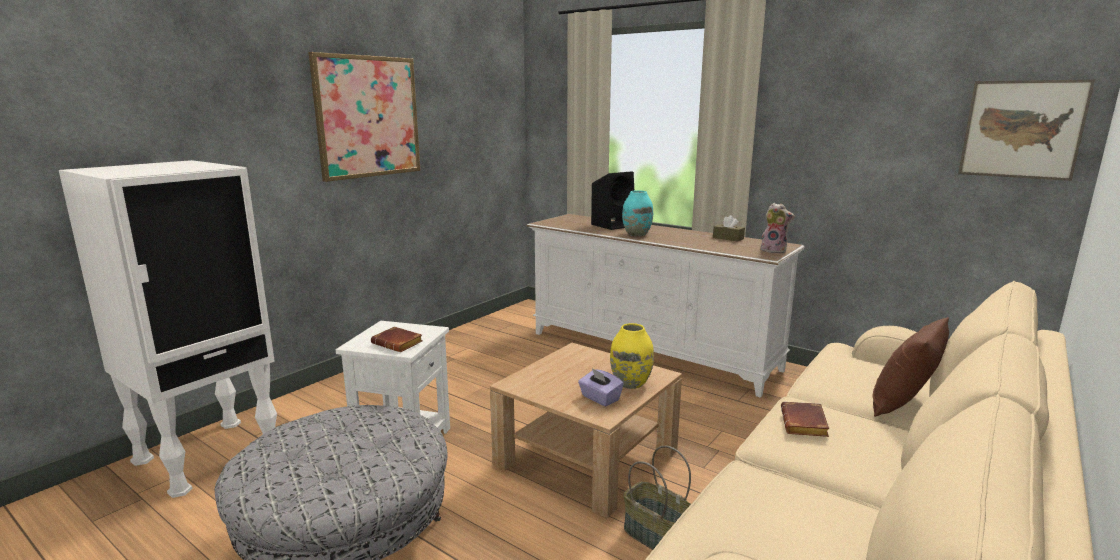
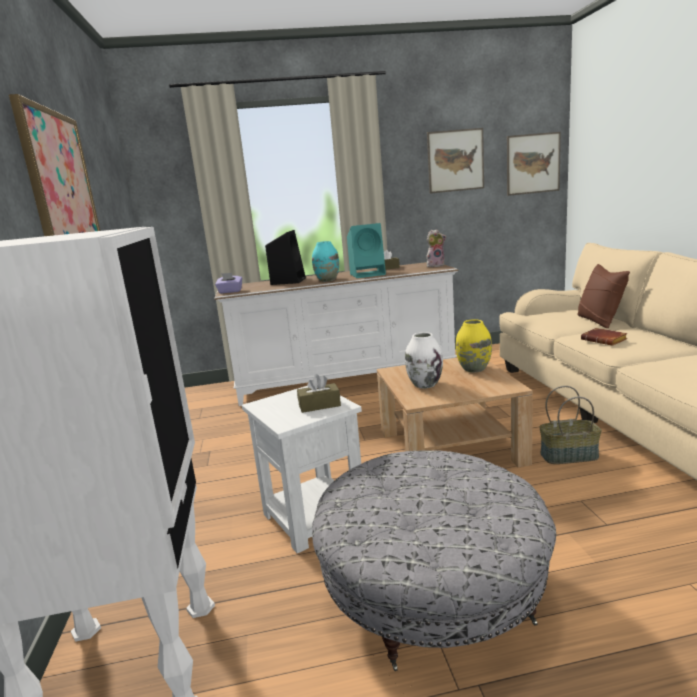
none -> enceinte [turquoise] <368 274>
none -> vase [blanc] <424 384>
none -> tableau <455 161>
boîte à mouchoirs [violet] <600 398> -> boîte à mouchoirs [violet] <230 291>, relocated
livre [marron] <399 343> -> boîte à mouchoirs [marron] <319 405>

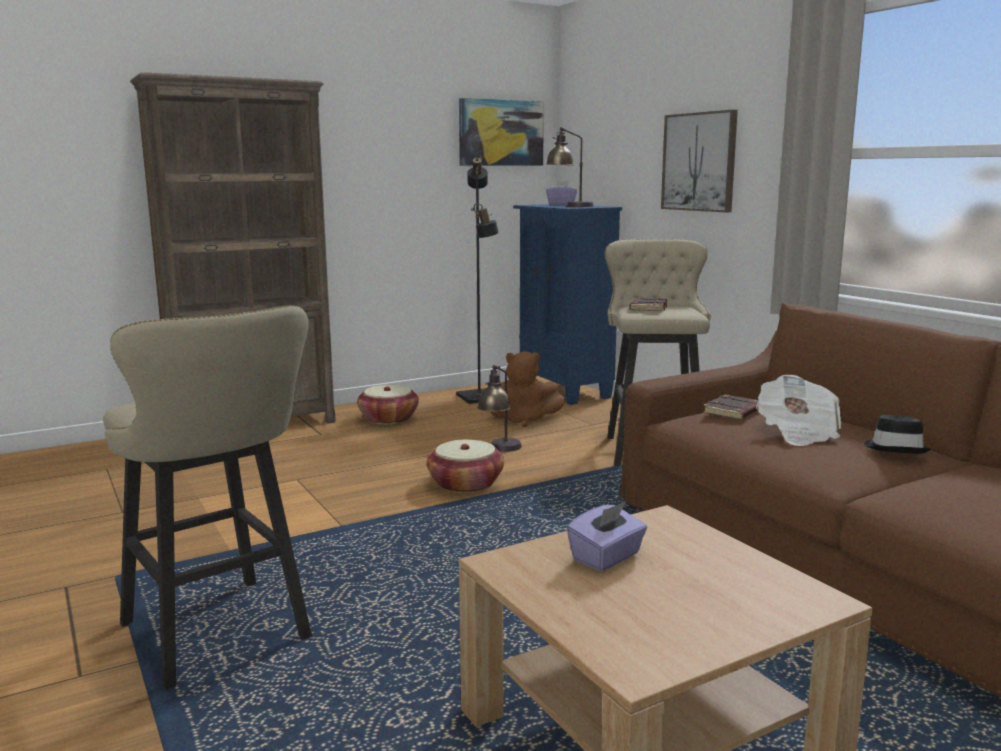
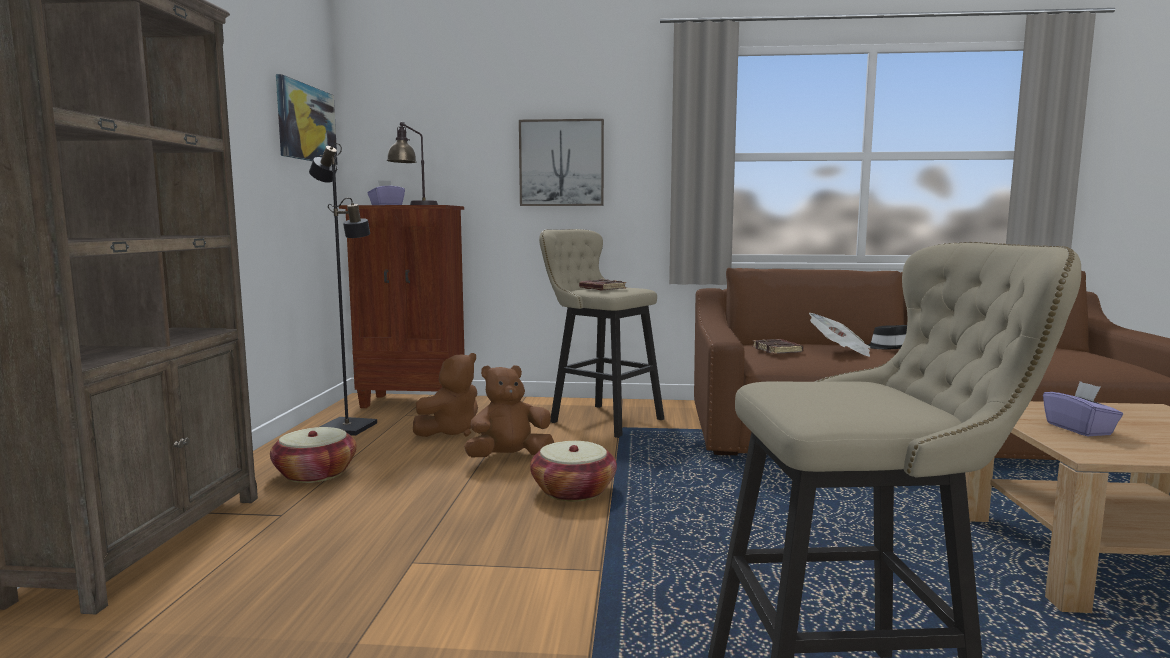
lampe de table <500 450> -> peluche [marron] <509 458>
meuble de rangement [bleu] <564 392> -> meuble de rangement [marron] <412 403>

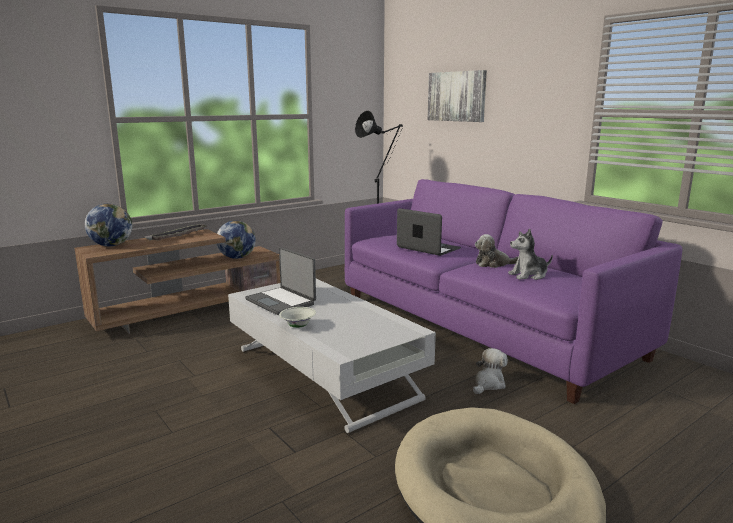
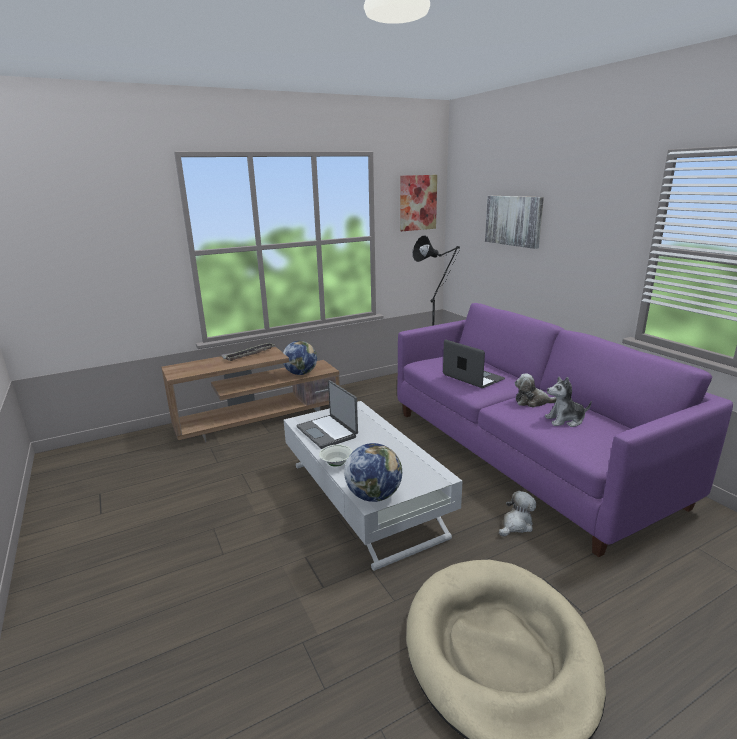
none -> tableau <417 203>
globe <111 245> -> globe <374 495>, relocated

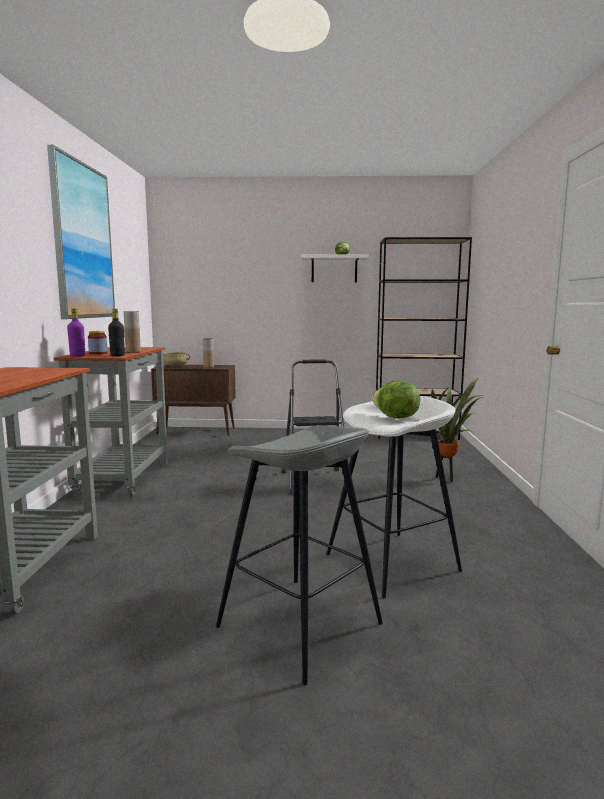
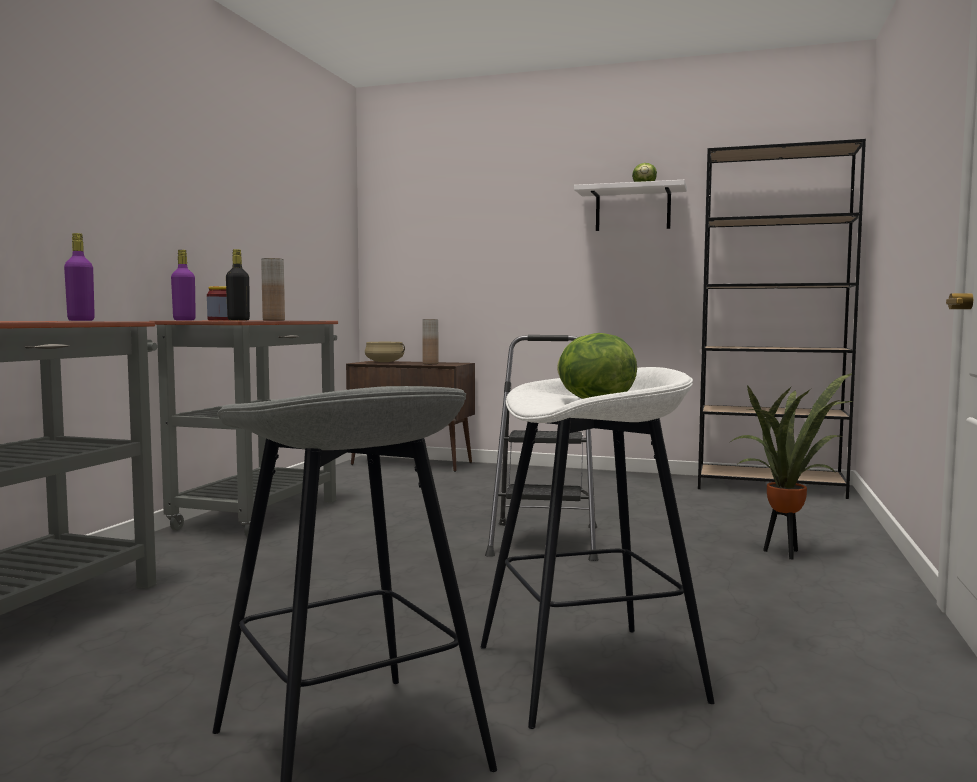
tableau <83 242> -> none
none -> bouteille [violet] <81 320>

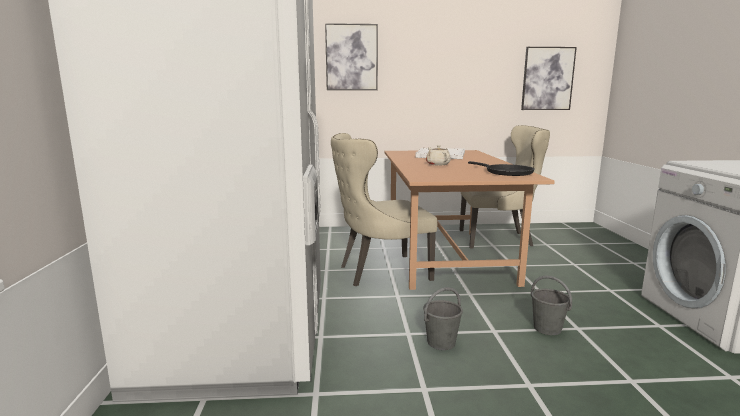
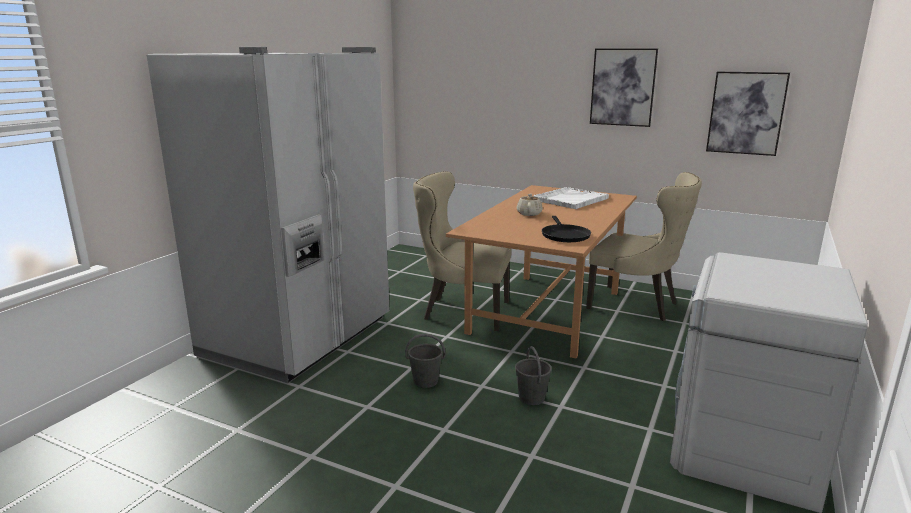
tableau <351 57> -> tableau <623 87>, relocated

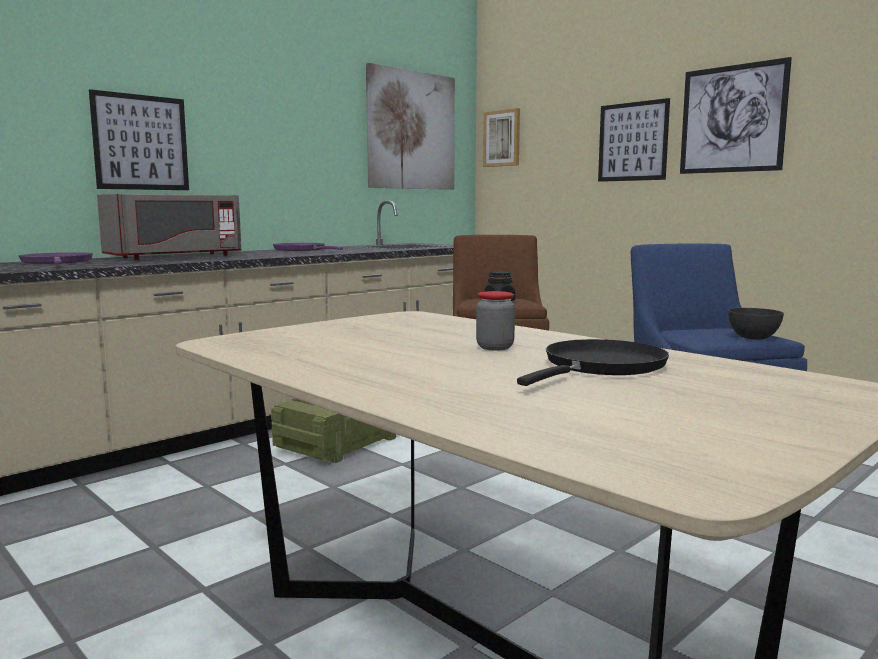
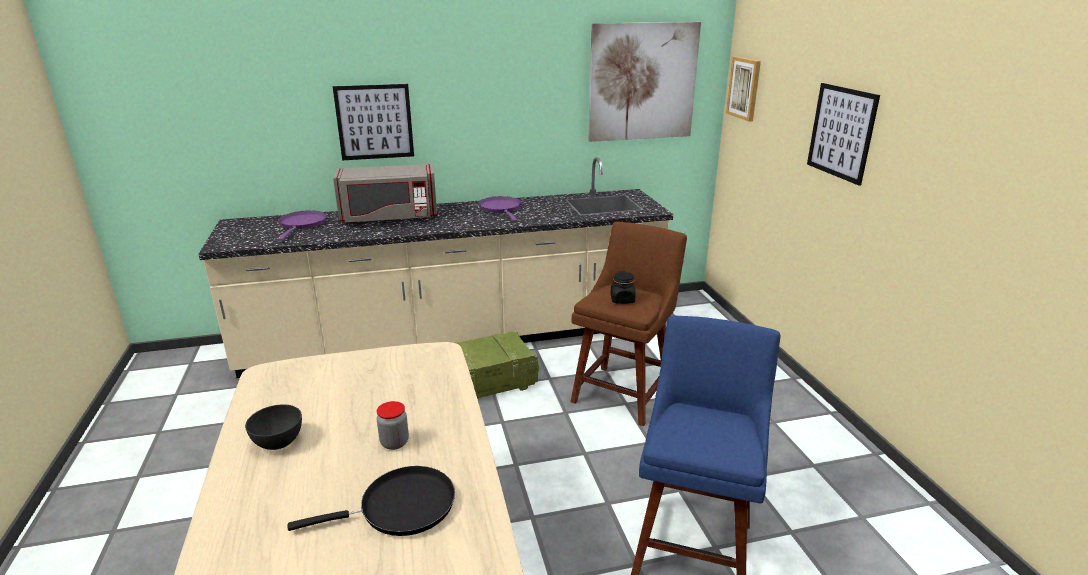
tableau <732 119> -> none
bol [gris] <753 338> -> bol [gris] <279 442>, relocated

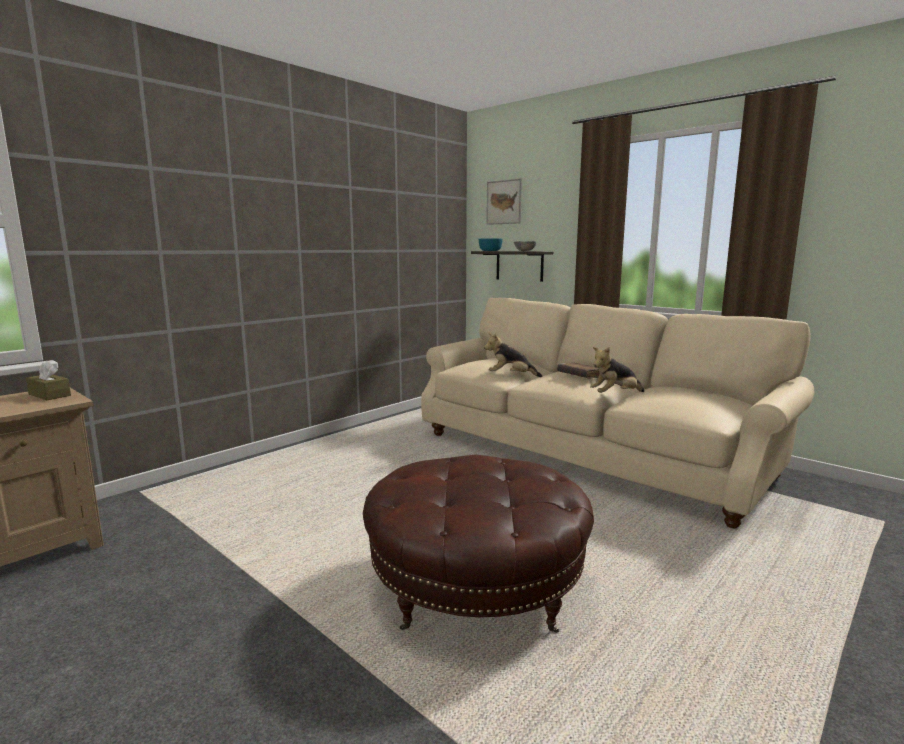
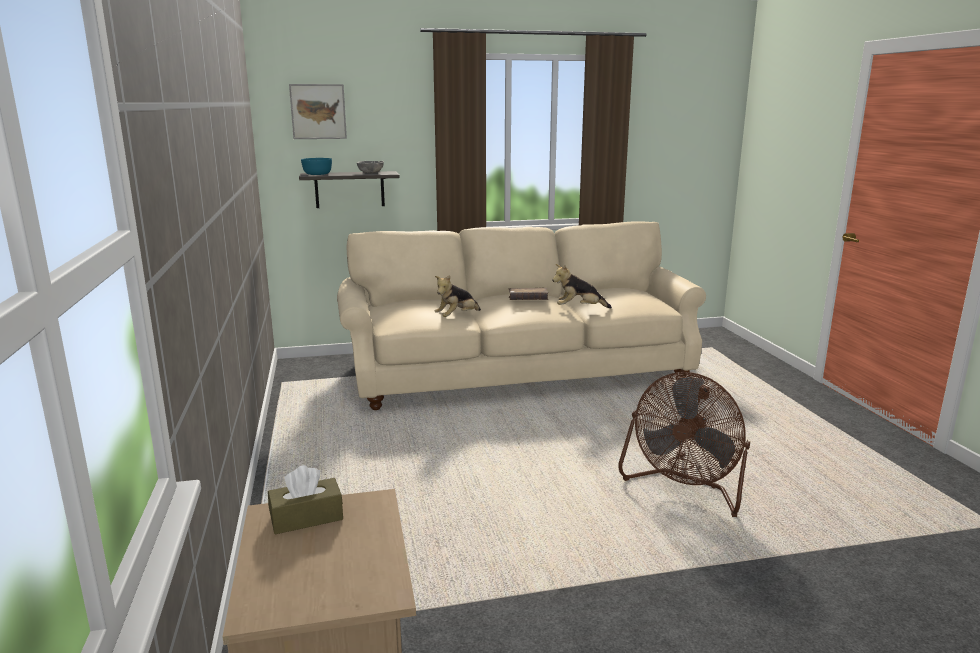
pouf [marron] <476 586> -> ventilateur [marron] <682 486>
peluche <615 395> -> peluche <579 308>, 75 degrees clockwise

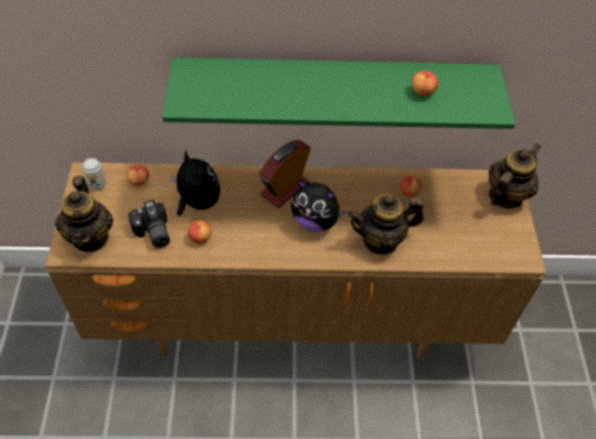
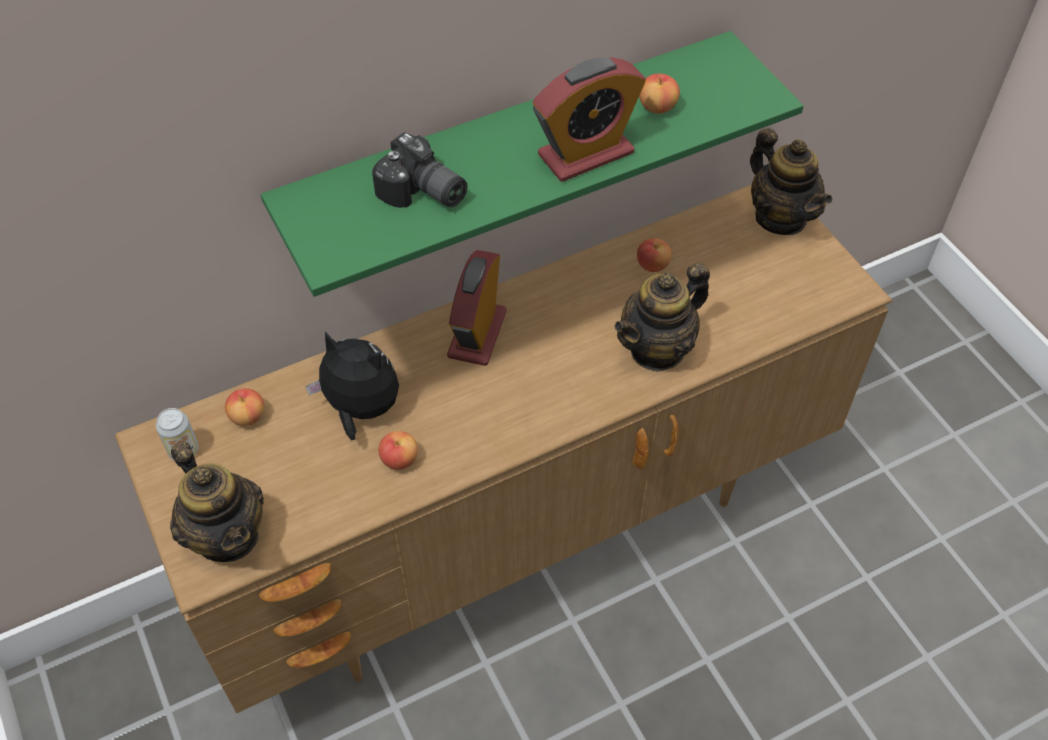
peluche <315 221> -> none
none -> réveil <586 154>
appareil photo <152 233> -> appareil photo <422 194>, relocated
théière <505 196> -> théière <780 217>, 135 degrees clockwise

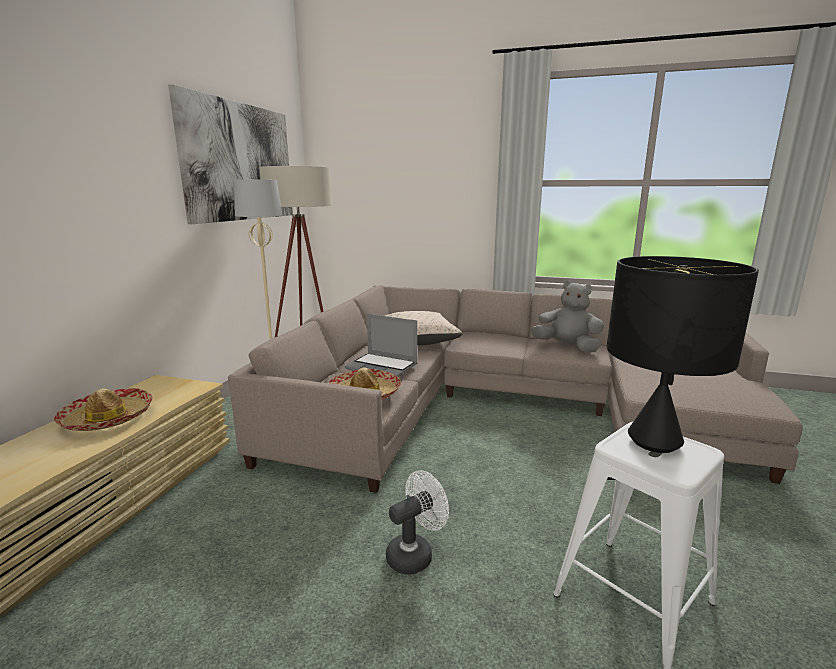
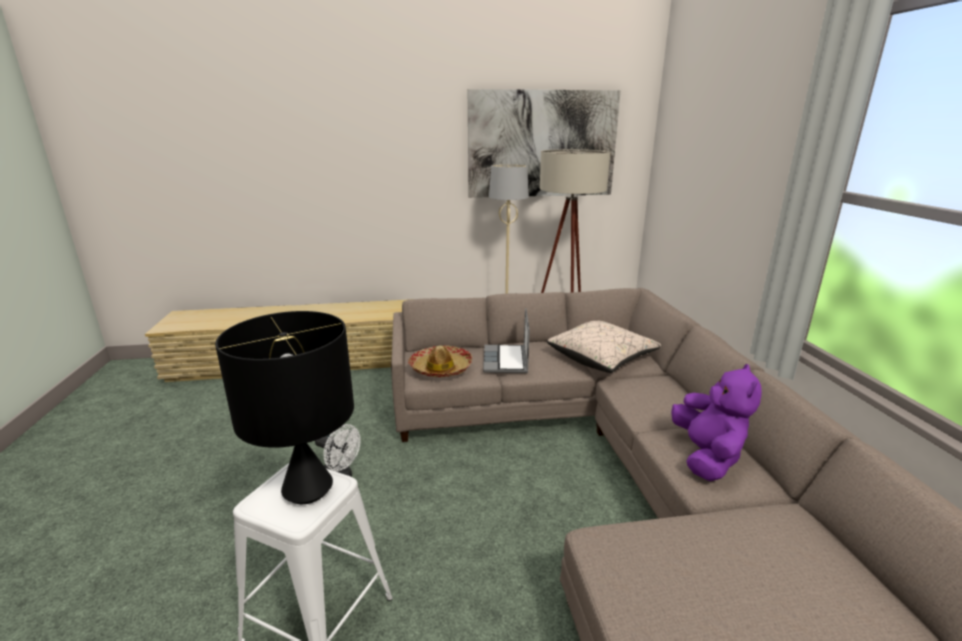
chapeau <108 418> -> none
peluche [gris] <567 347> -> peluche [violet] <706 457>

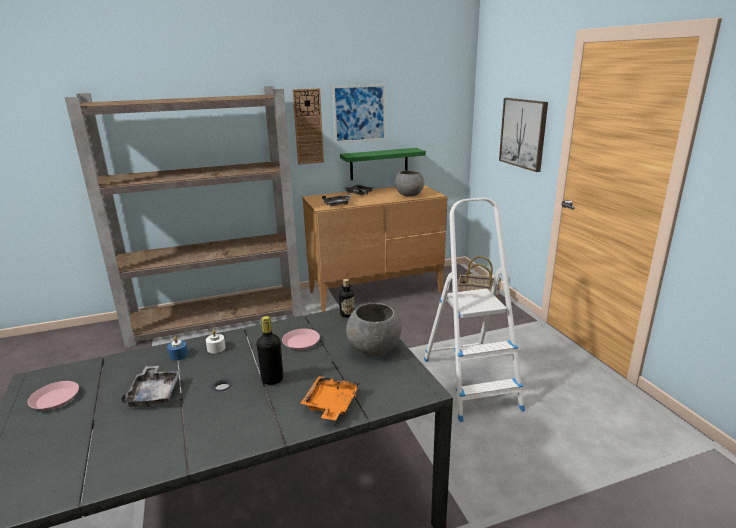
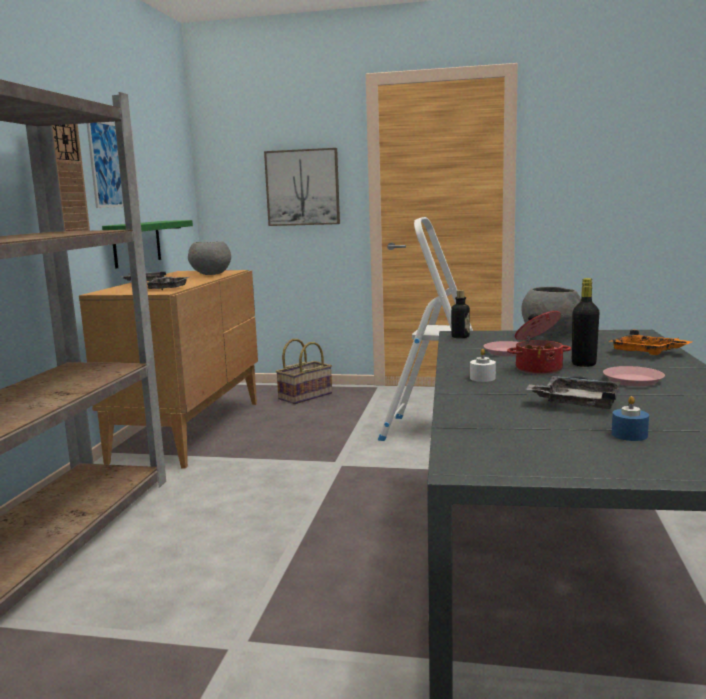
none -> marmite <538 369>
assiette [rose] <55 399> -> assiette [rose] <633 380>, relocated
bougie [bleu] <178 355> -> bougie [bleu] <629 435>, relocated

